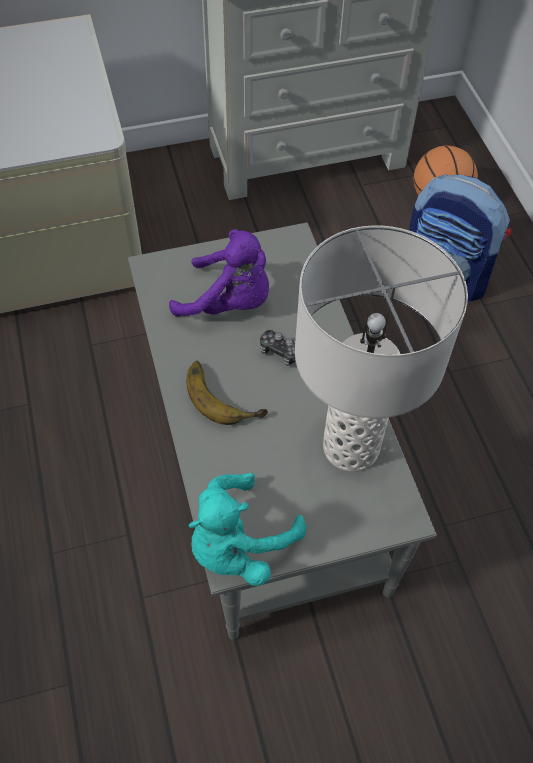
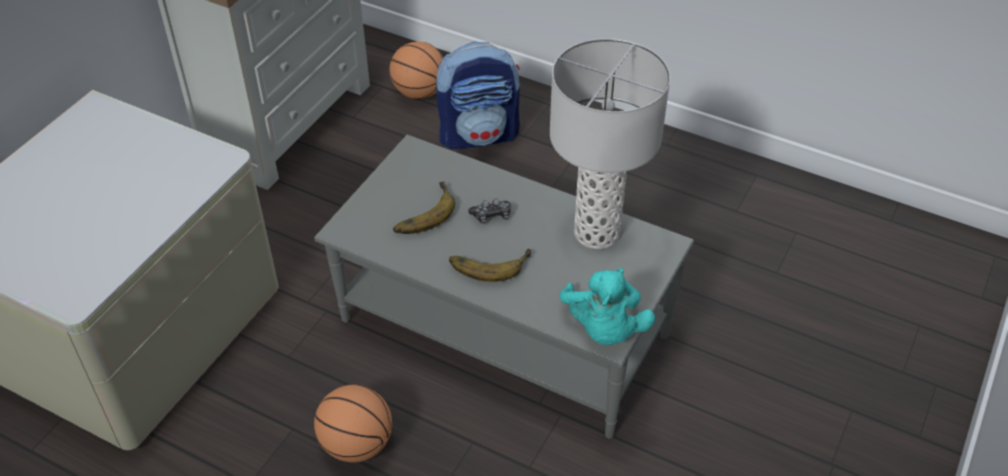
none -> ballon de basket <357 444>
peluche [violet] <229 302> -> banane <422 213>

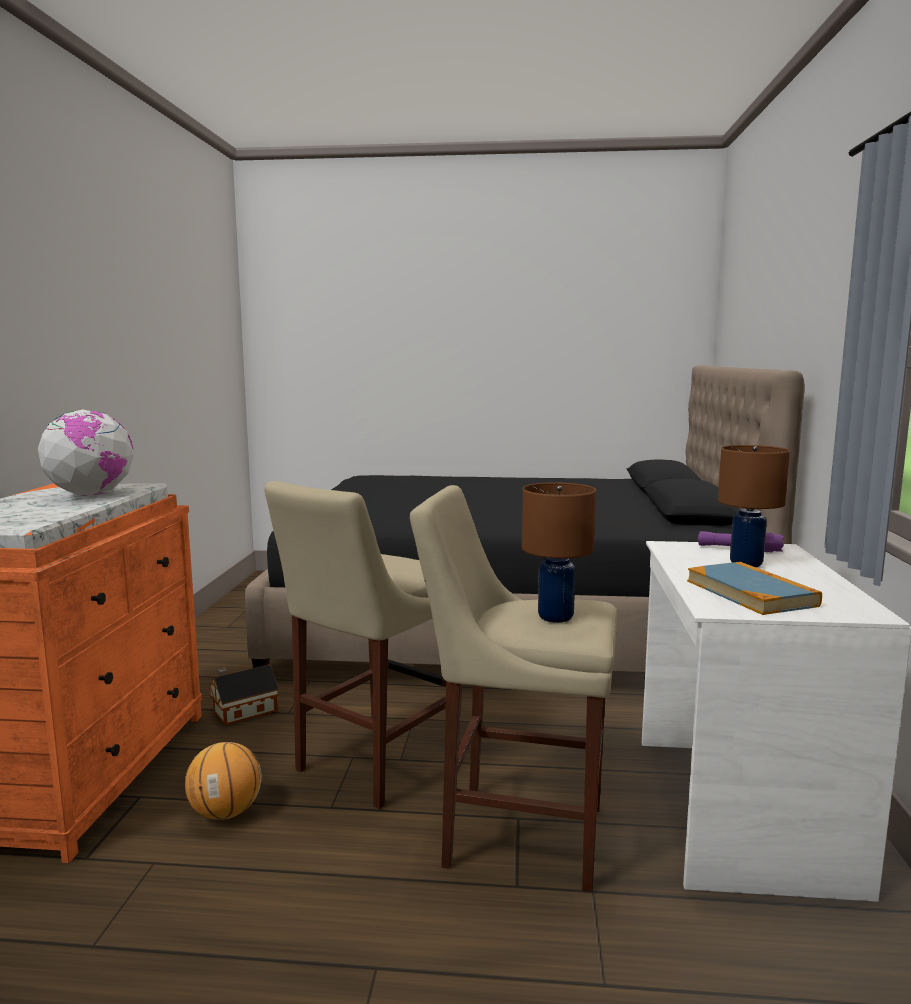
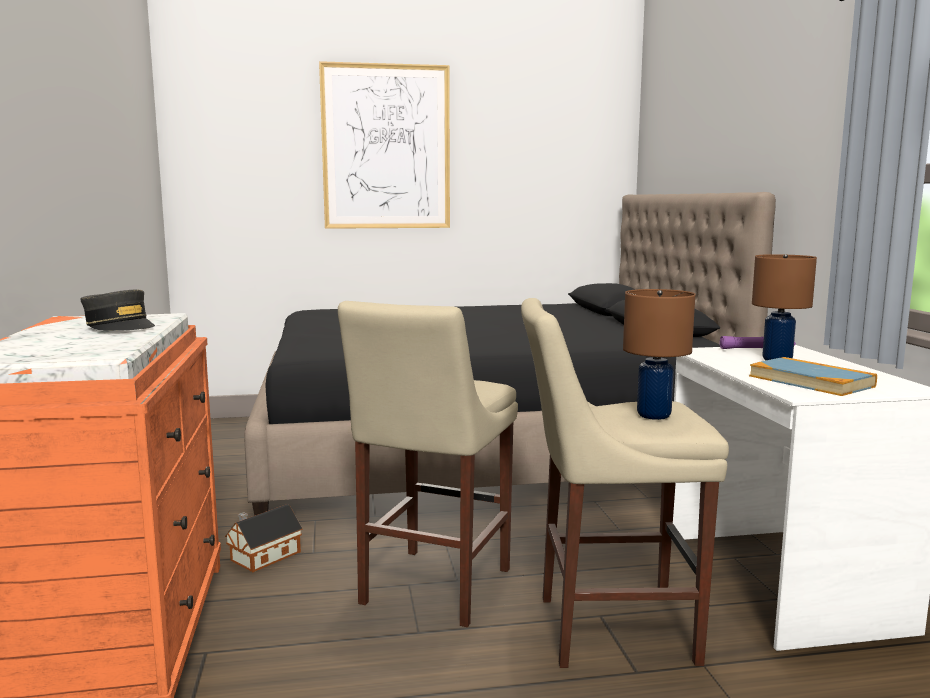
ballon de basket <225 812> -> none
none -> tableau <386 147>
globe <91 494> -> casquette [gris] <120 326>

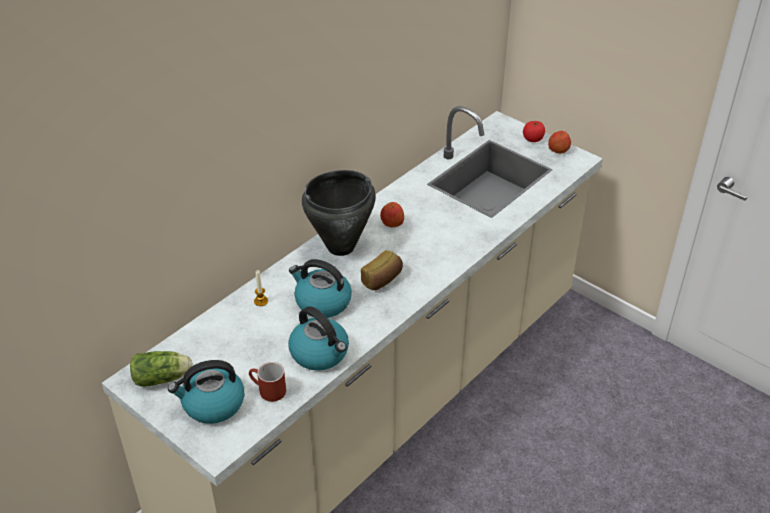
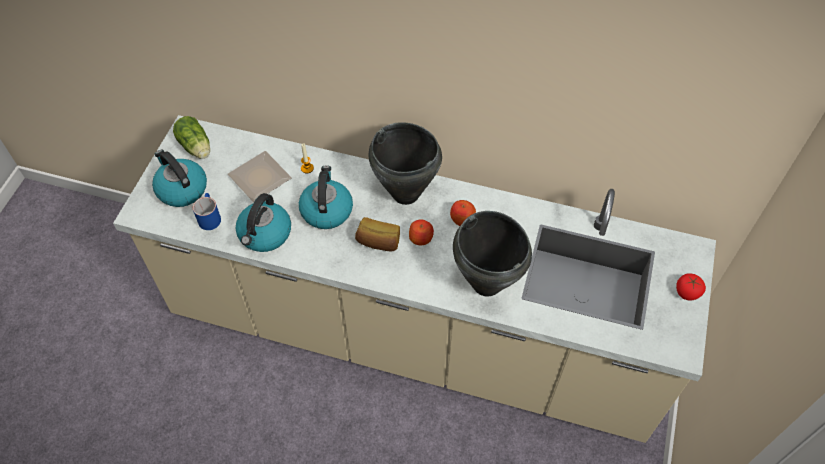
none -> assiette <260 176>
none -> marmite [noir] <487 283>
pomme <558 150> -> pomme <421 238>, relocated
mug [rouge] <267 391> -> mug [bleu] <209 217>

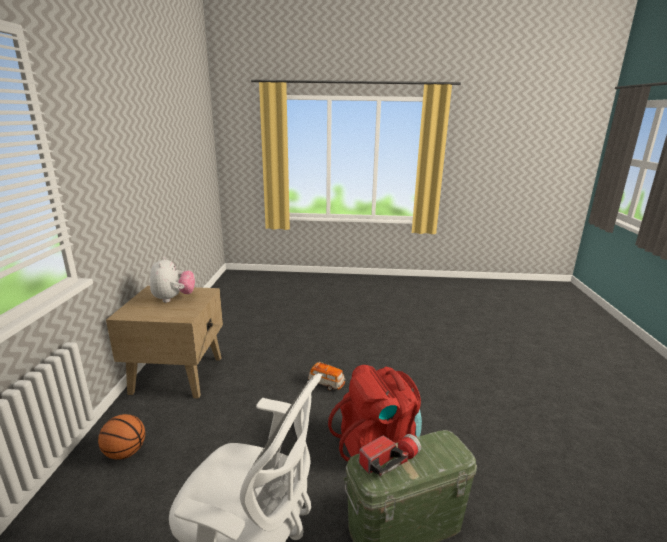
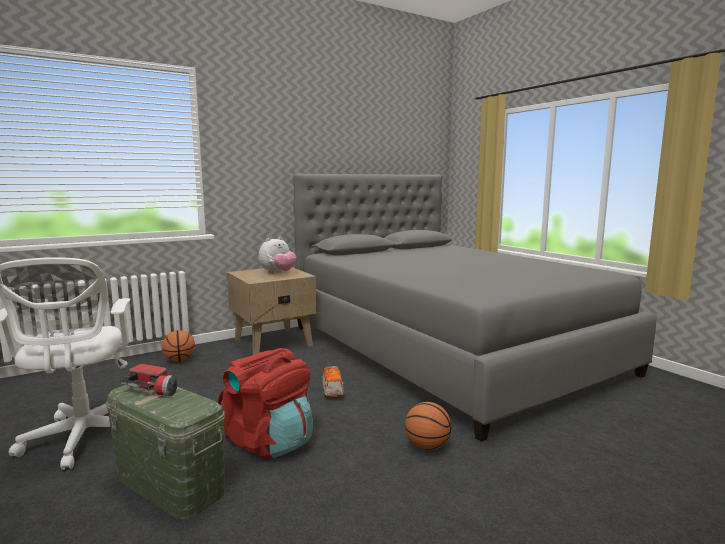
none -> lit [gris] <447 348>
none -> ballon de basket <427 446>

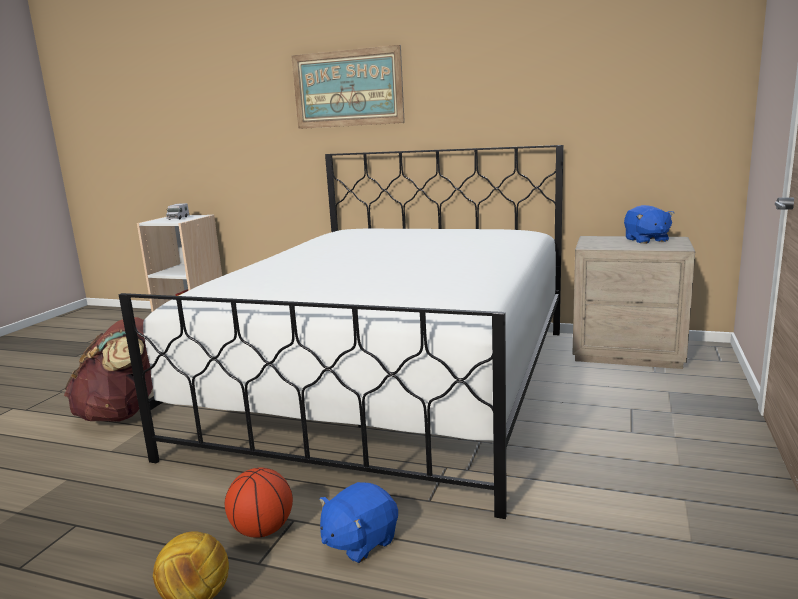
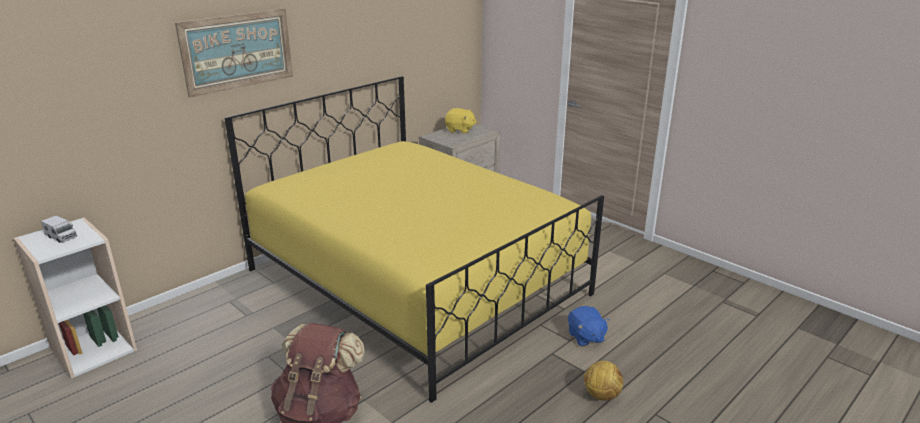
ballon de basket <262 530> -> none
lit [blanc] <394 385> -> lit [jaune] <415 281>
peluche [bleu] <646 240> -> peluche [jaune] <460 130>

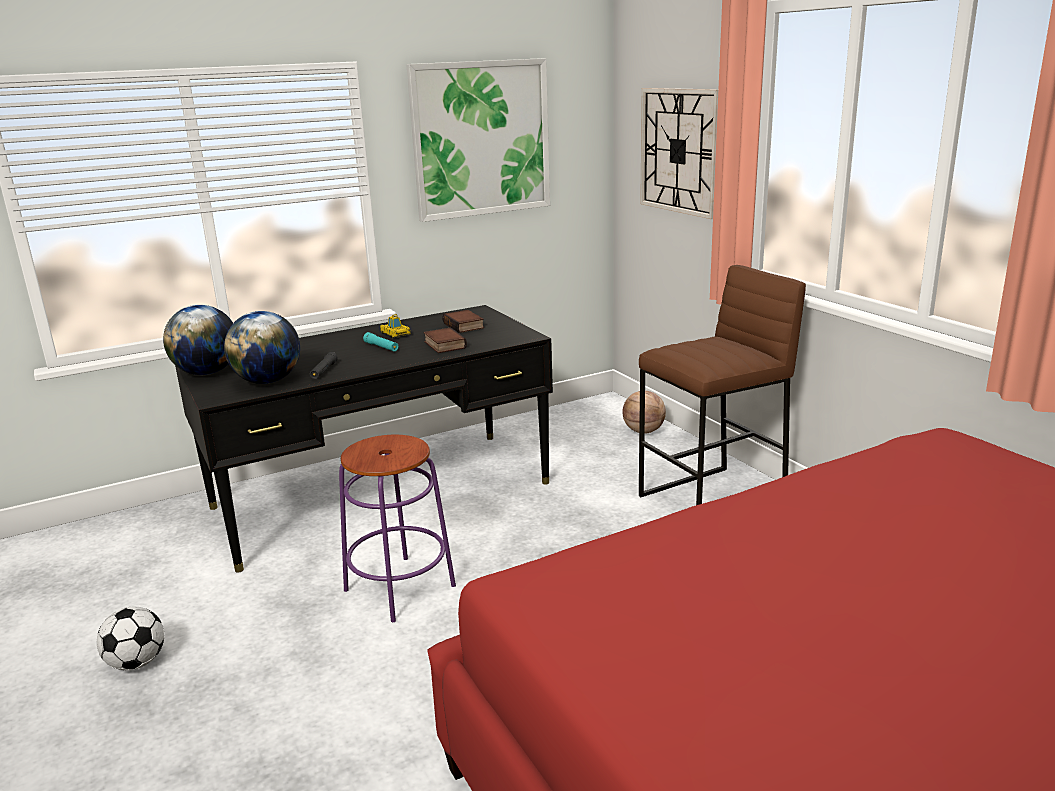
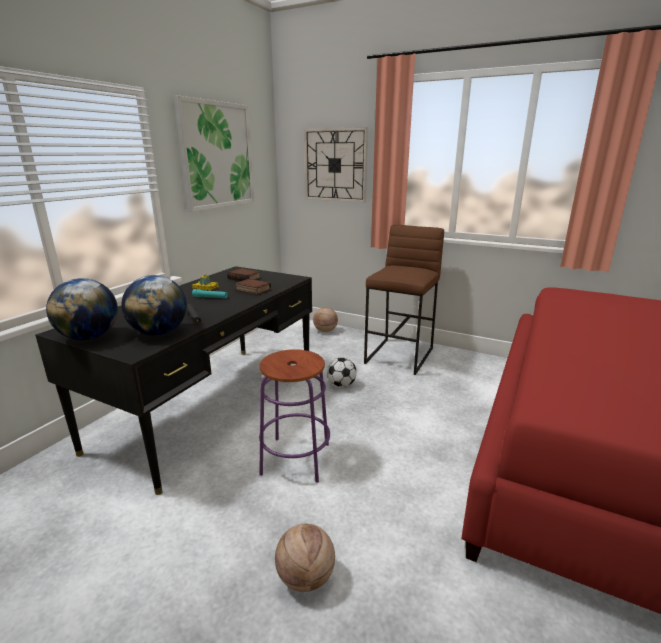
none -> ballon de basket <305 577>
ballon de foot <137 663> -> ballon de foot <341 385>, relocated

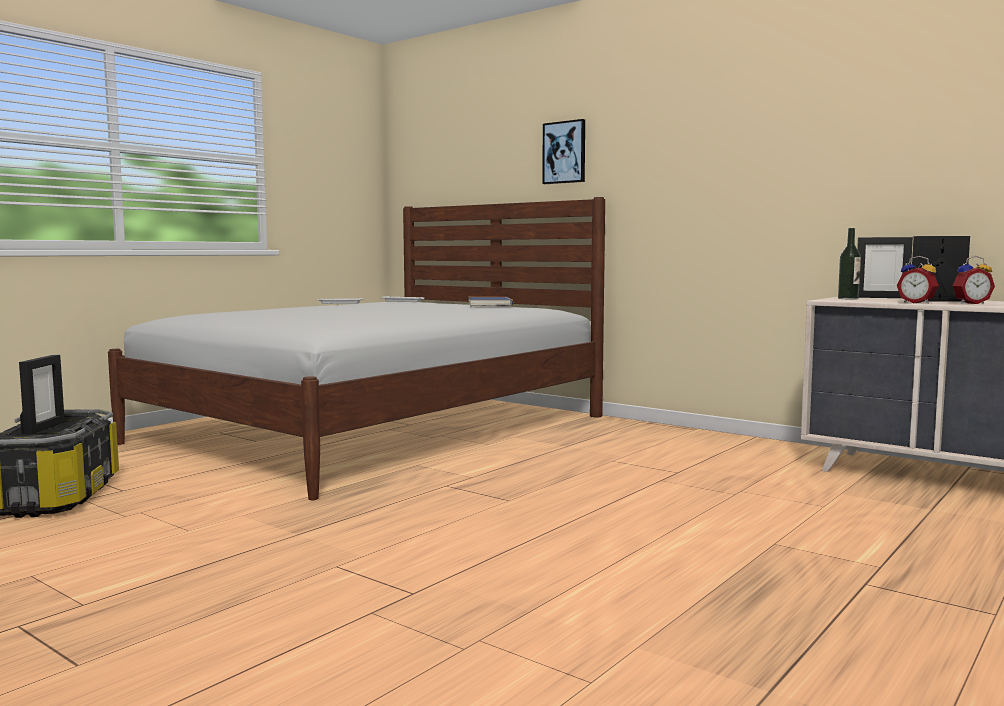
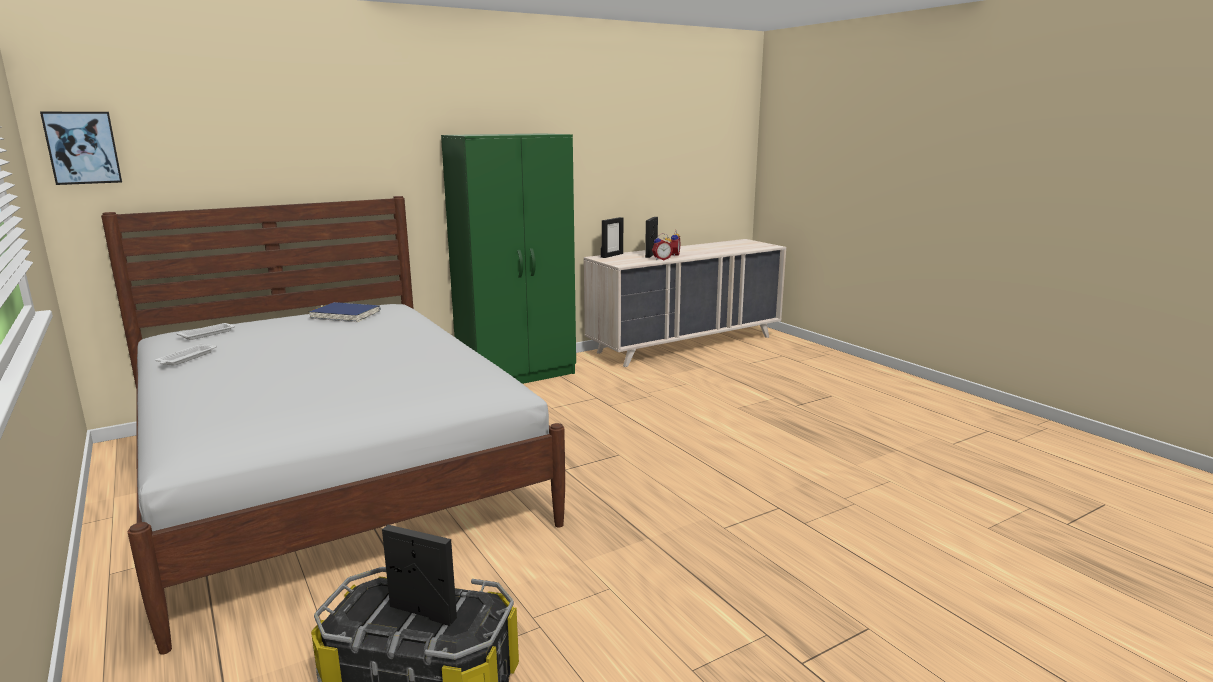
bouteille <848 298> -> none
none -> armoire [vert] <518 375>
tableau <564 152> -> tableau <82 148>, relocated

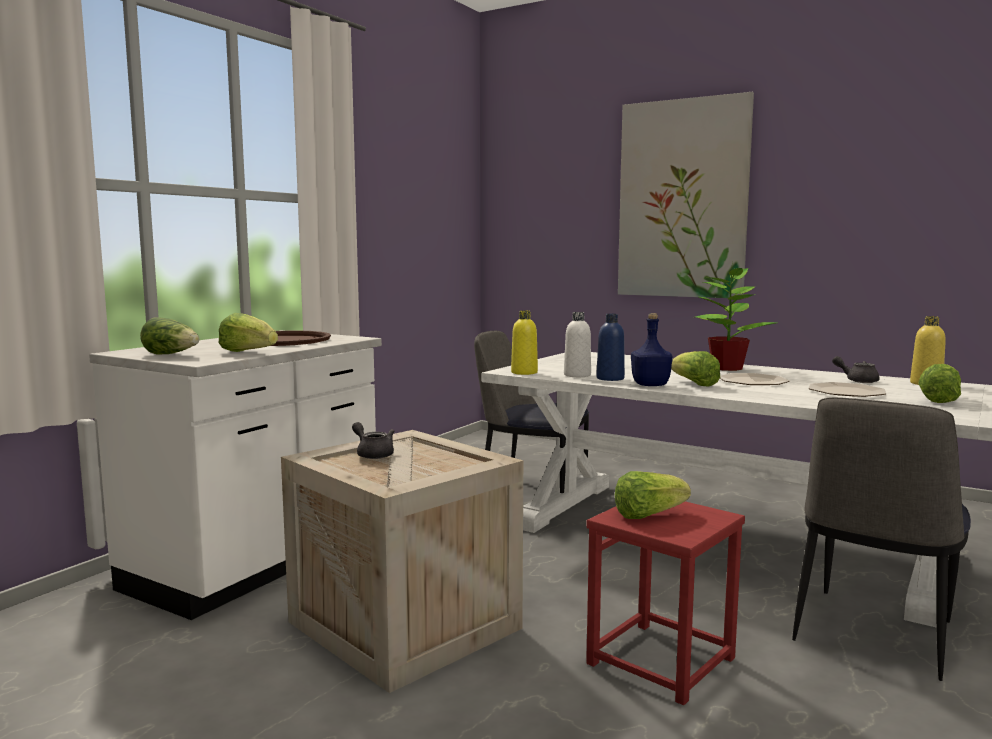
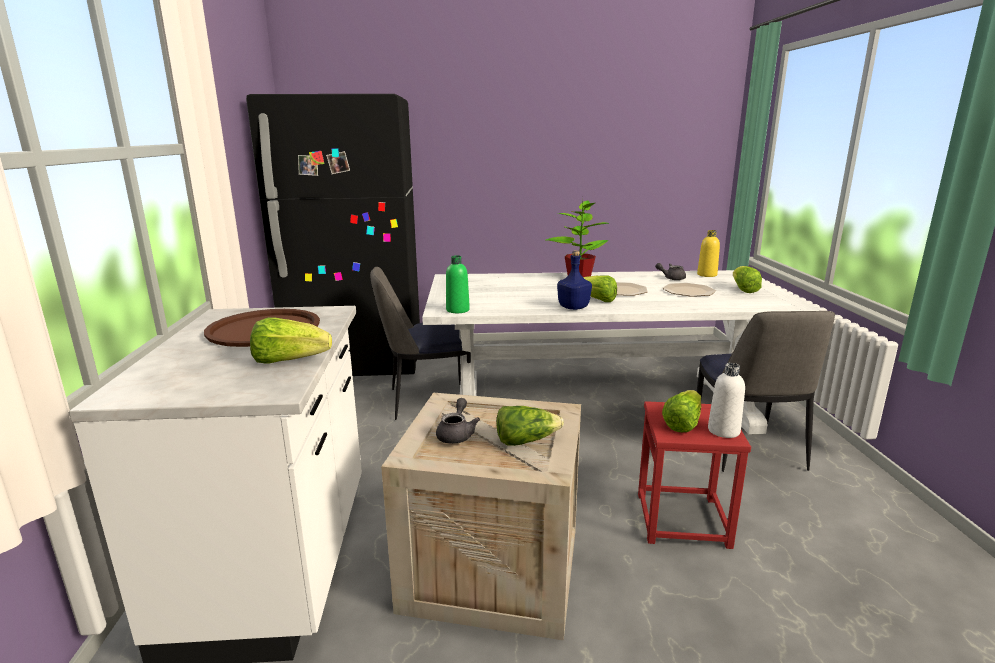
bouteille [bleu] <610 378> -> none
tableau <682 199> -> none
none -> réfrigérateur [noir] <359 363>
laitue <172 355> -> laitue <526 441>, relocated
bouteille [blanc] <577 375> -> bouteille [blanc] <723 431>, relocated
bouteille [jaune] <524 372> -> bouteille [vert] <457 310>
théière [gris] <373 454> -> théière [gris] <456 434>, 90 degrees clockwise

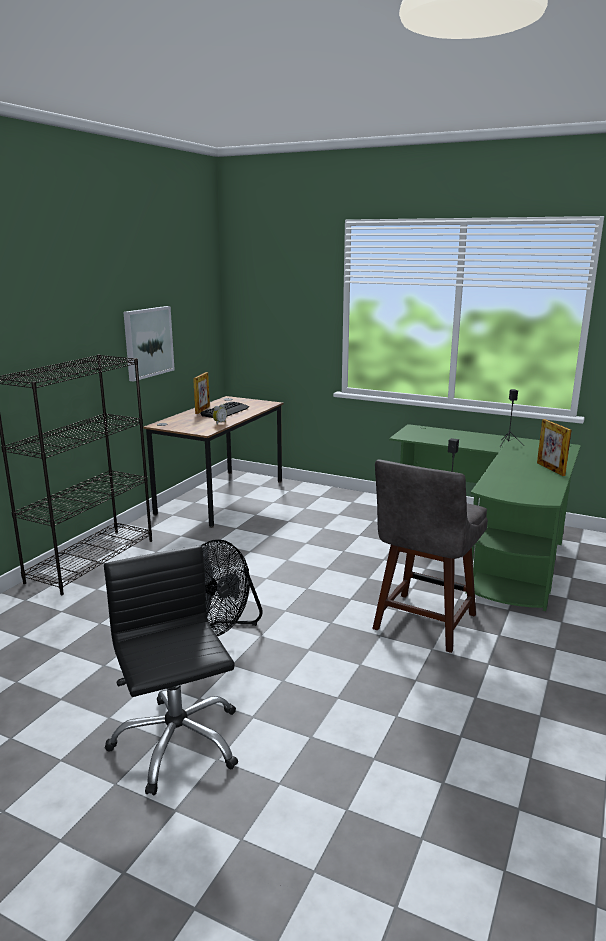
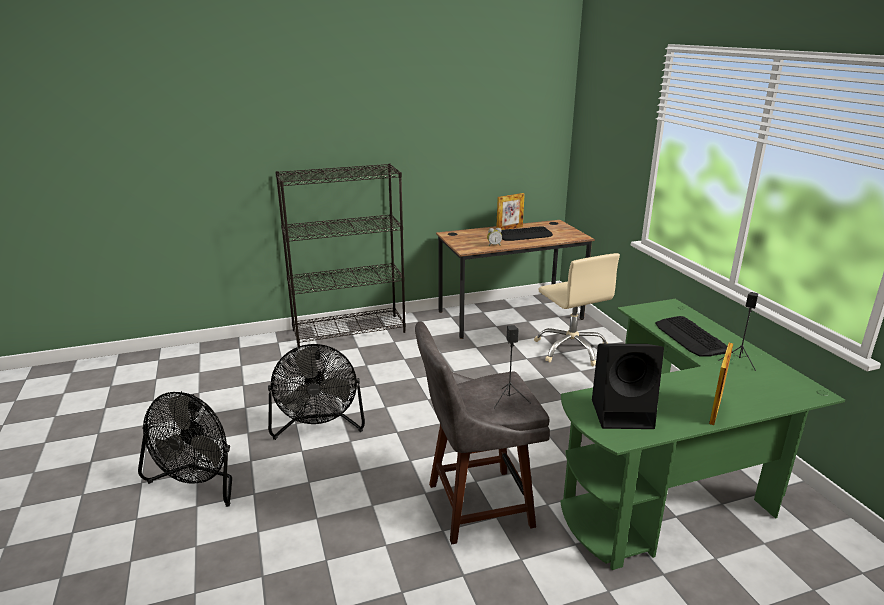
tableau <148 342> -> none
none -> chaise de bureau [beige] <571 349>
none -> enceinte [noir] <623 413>
none -> clavier <690 337>
chaise de bureau [noir] <177 742> -> ventilateur [noir] <198 480>

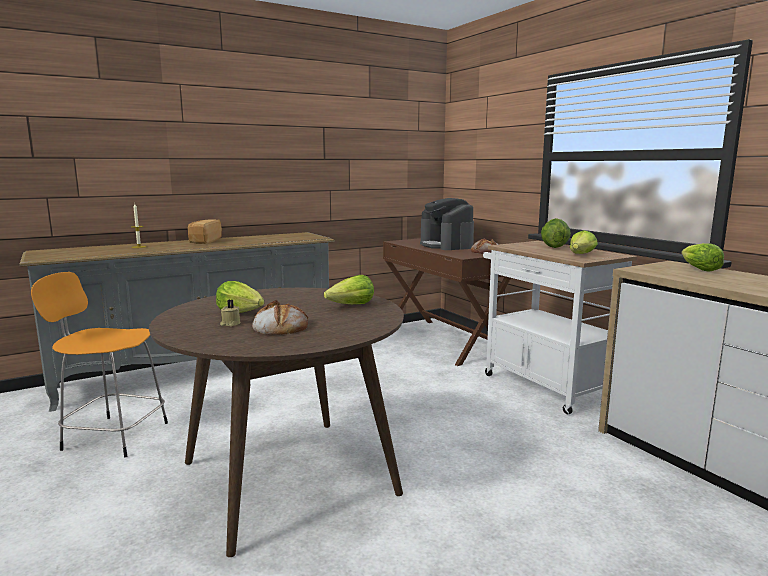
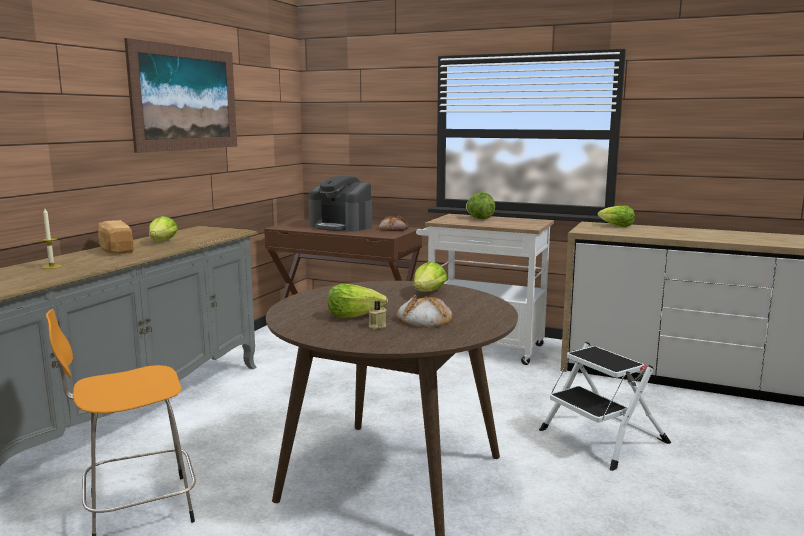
none -> tableau <185 98>
none -> escabeau <604 438>
laitue <581 254> -> laitue <162 241>, relocated

